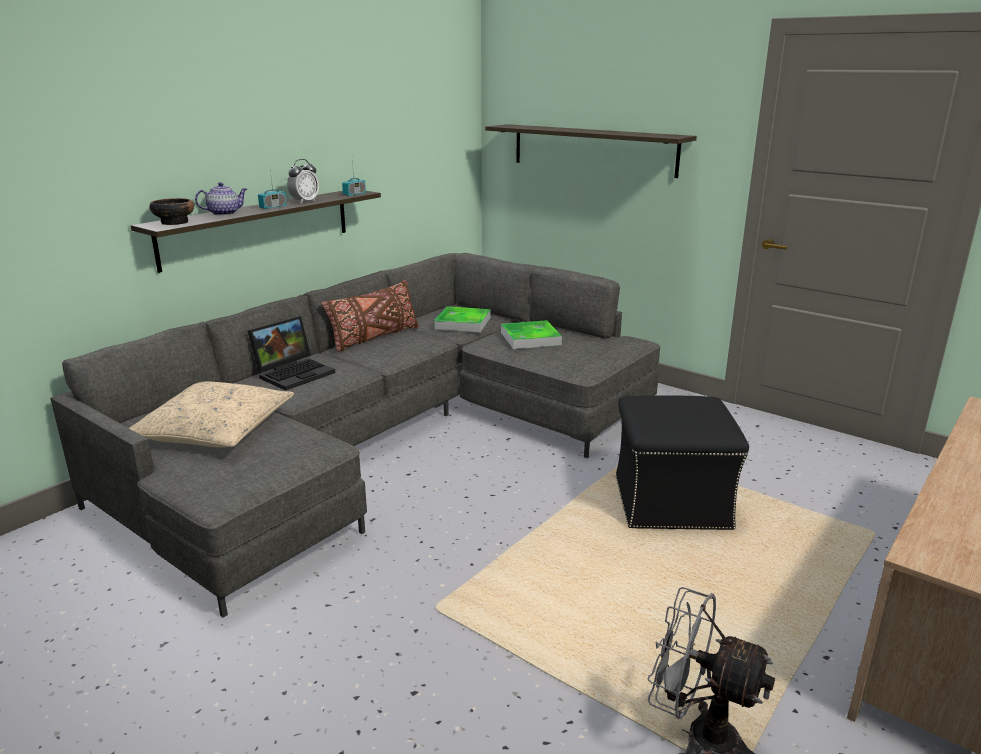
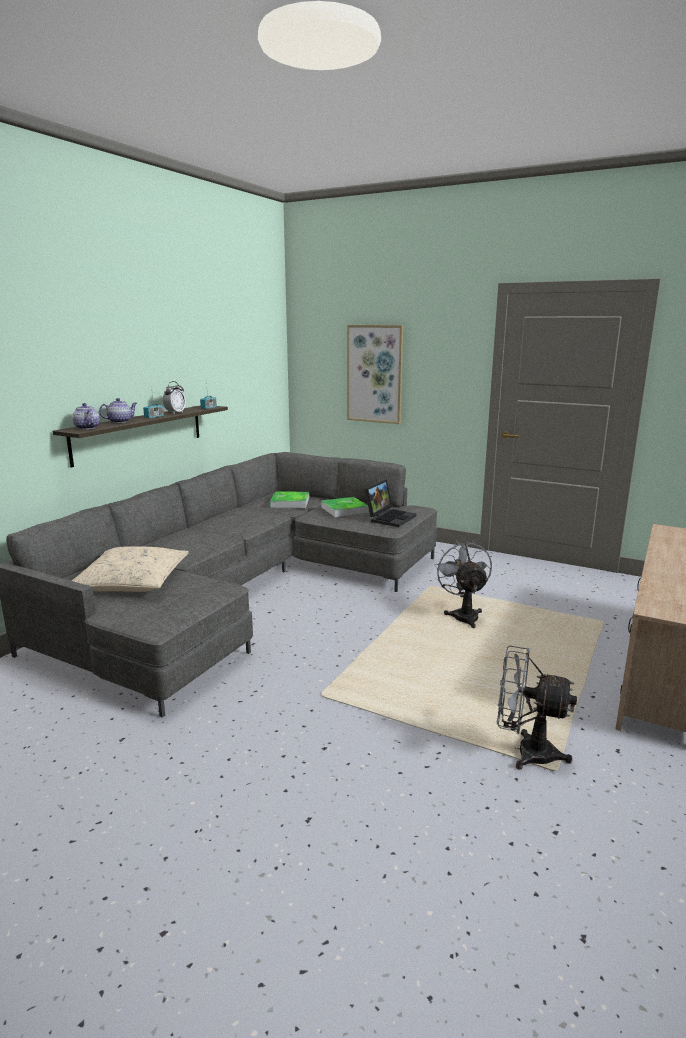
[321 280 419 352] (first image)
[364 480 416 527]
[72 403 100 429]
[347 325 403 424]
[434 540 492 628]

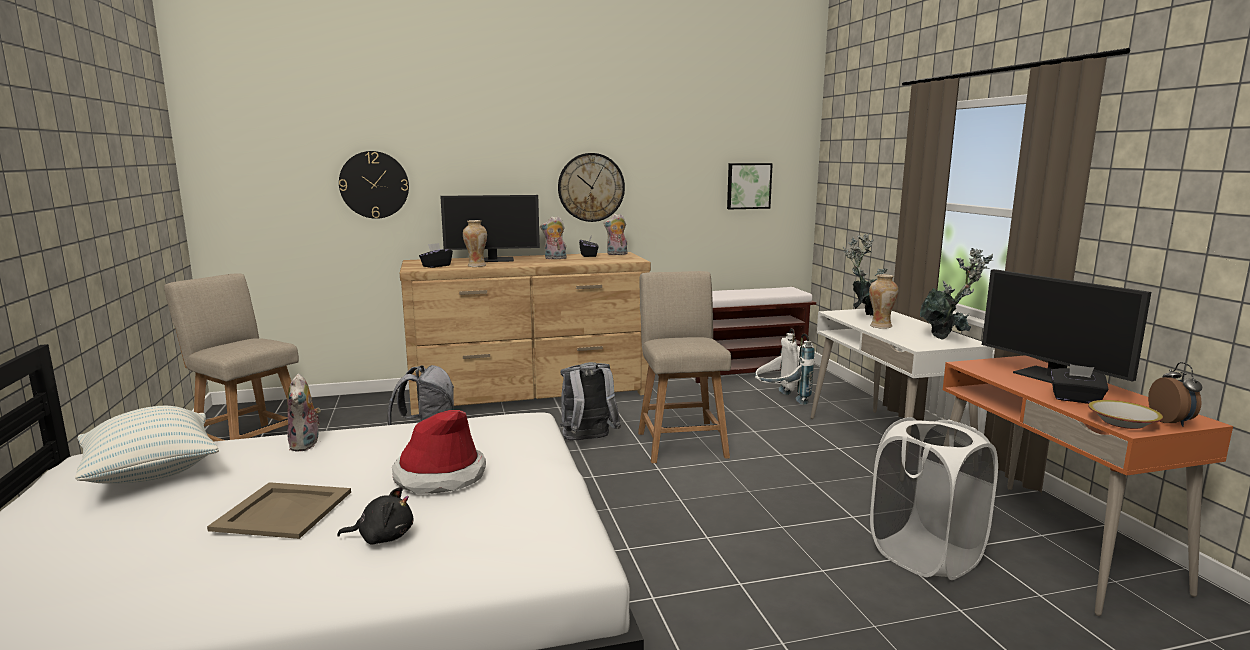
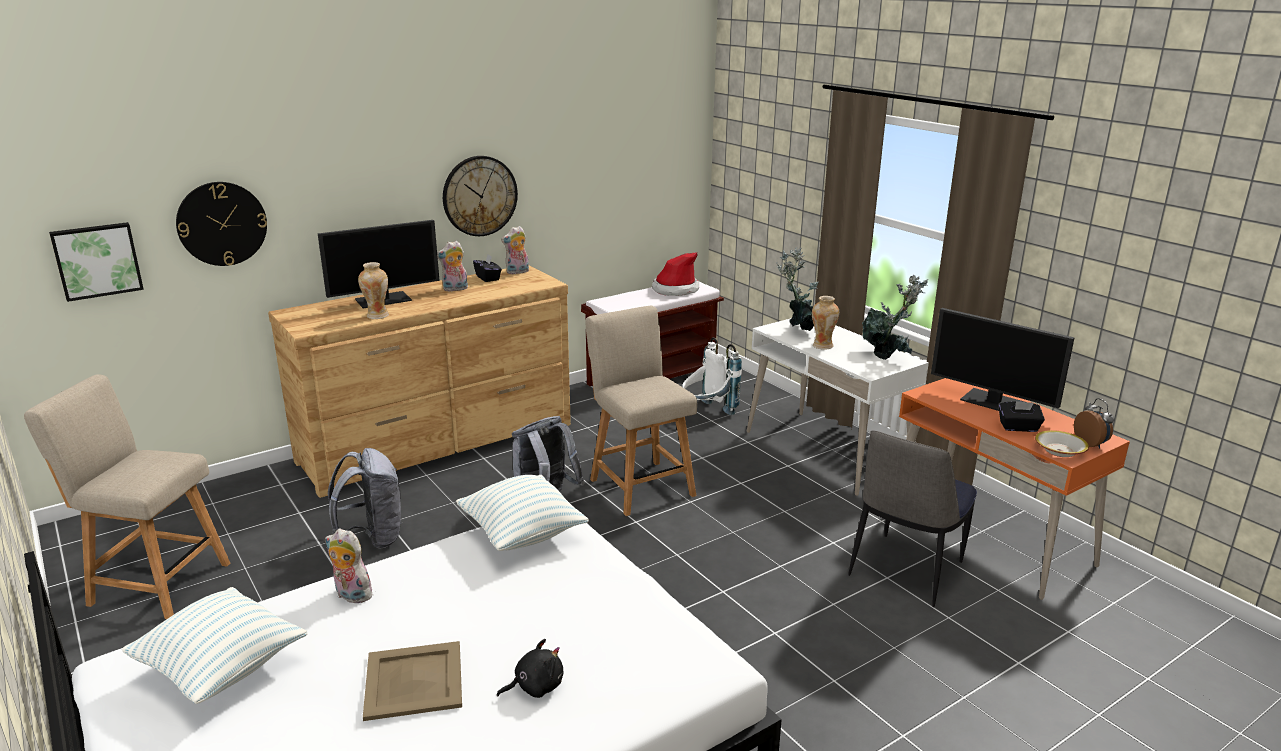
[419 243 453 268] (first image)
[456 475 589 551]
[652 252 699 296]
[49 222 144 302]
[848 430 977 607]
[325 529 372 605]

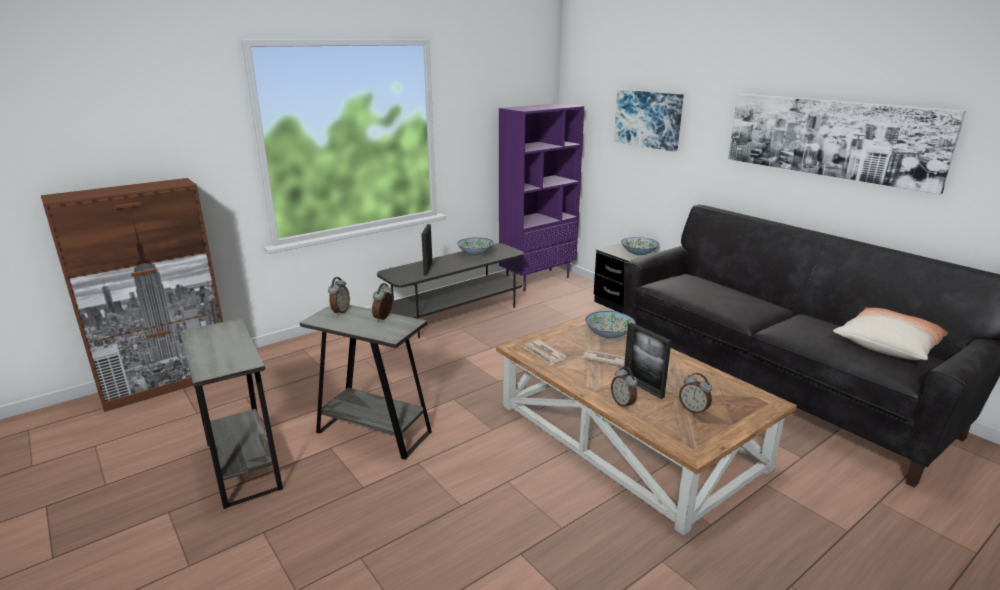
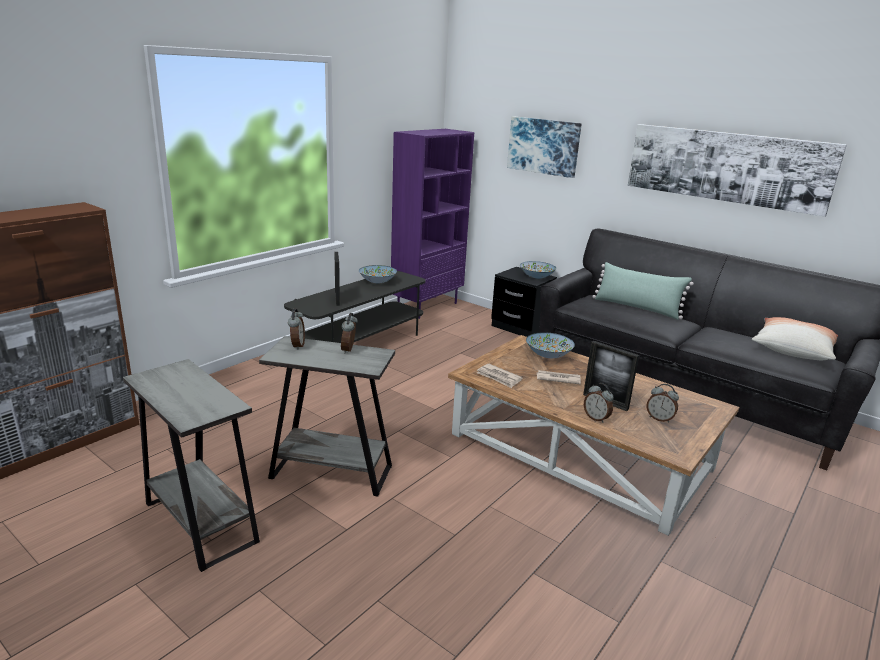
[592 262 694 320]

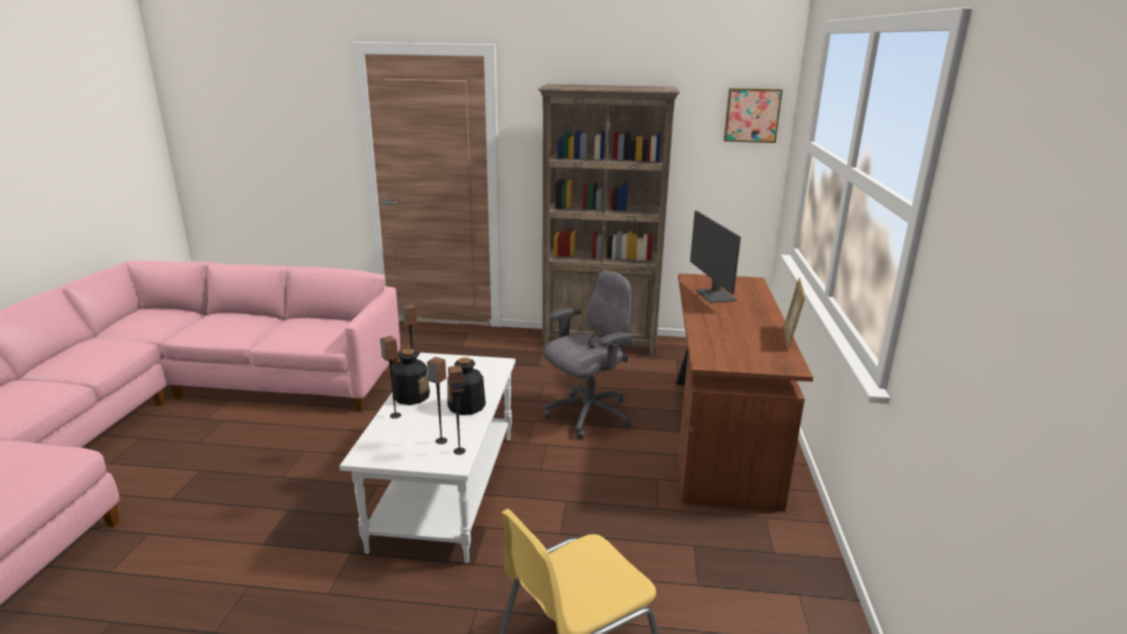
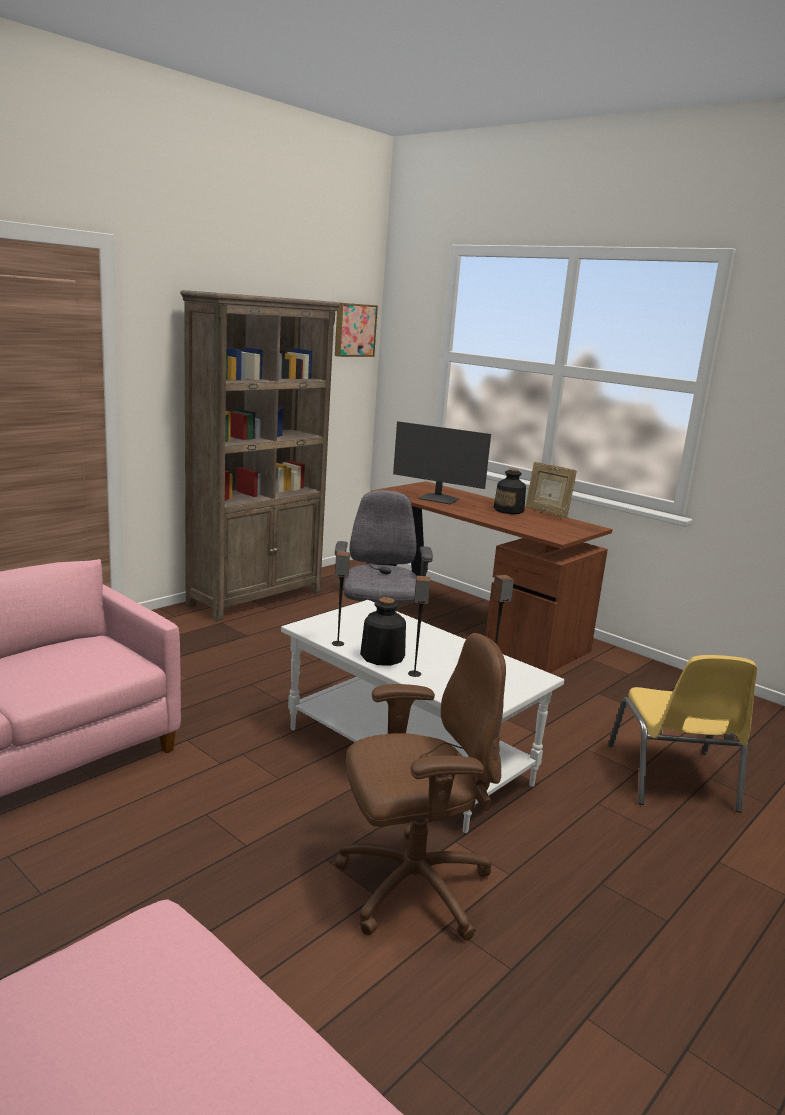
[448 366 466 455] (first image)
[335 633 506 940]
[494 469 526 514]

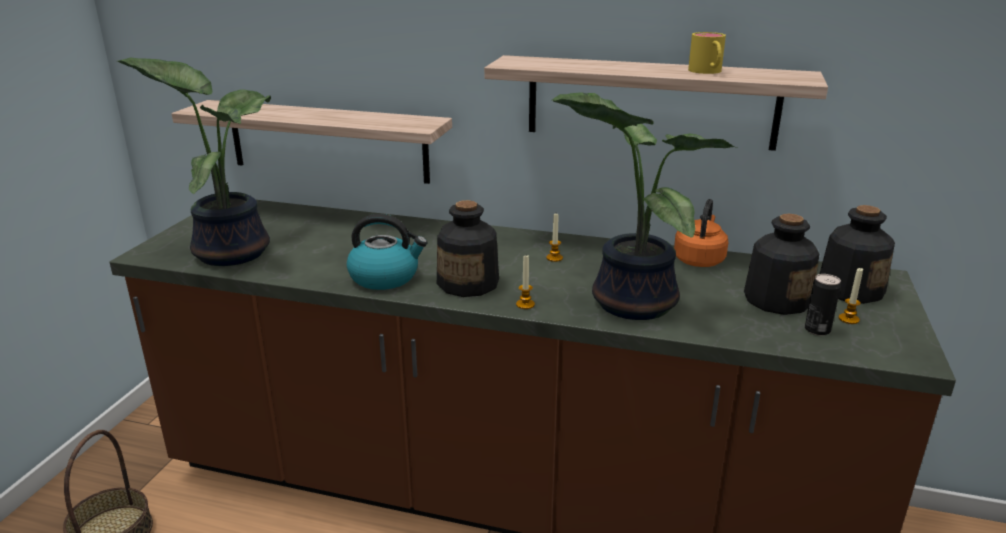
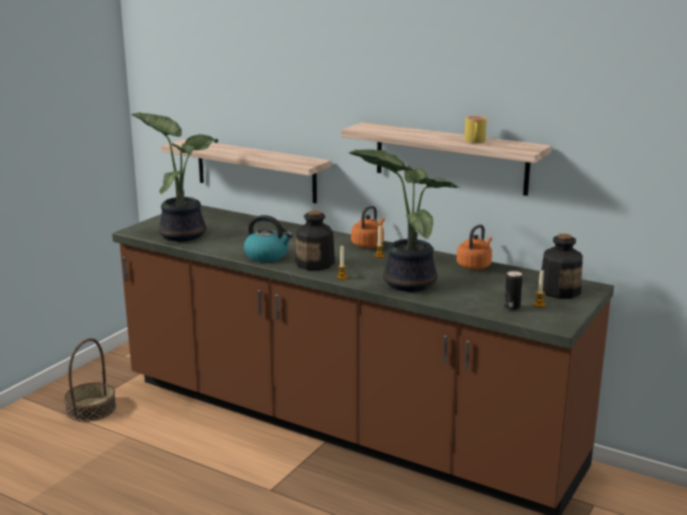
[744 214 819 315] (first image)
[351 206 385 248]

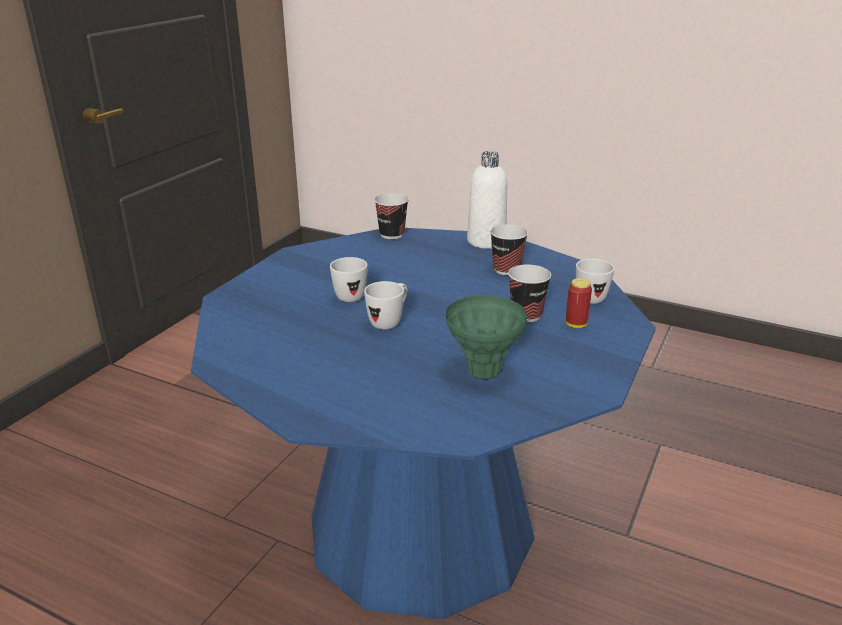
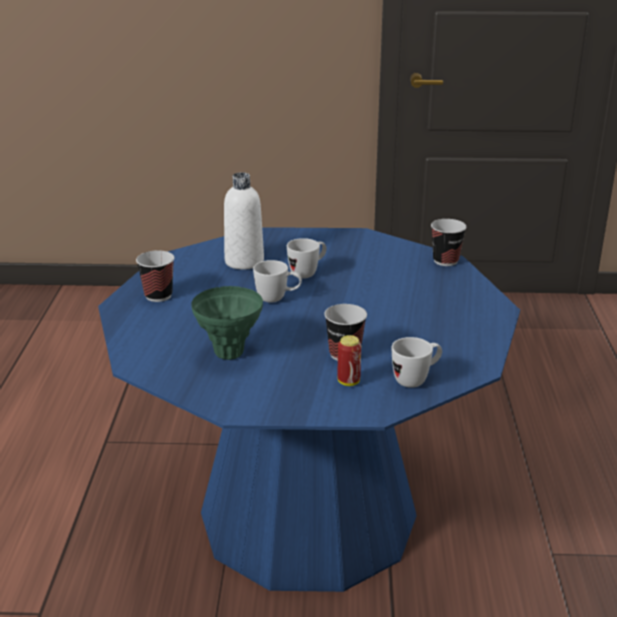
[224 172 264 270]
[136 250 175 302]

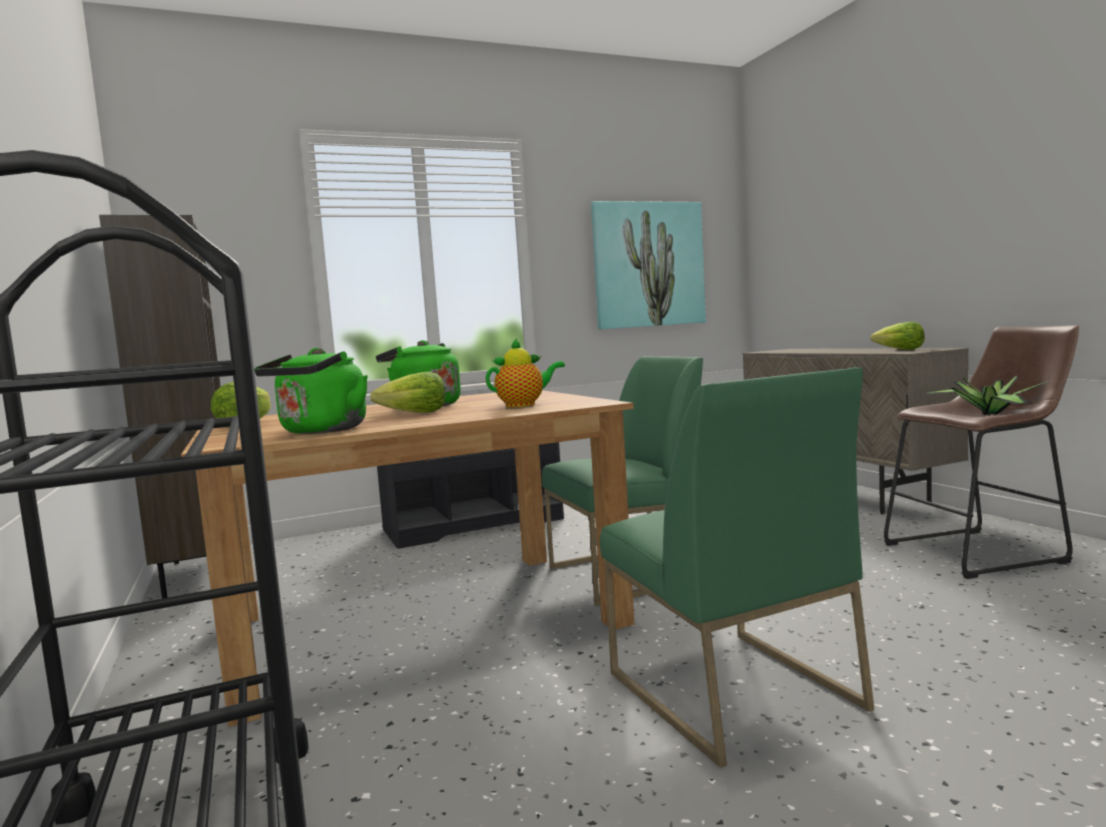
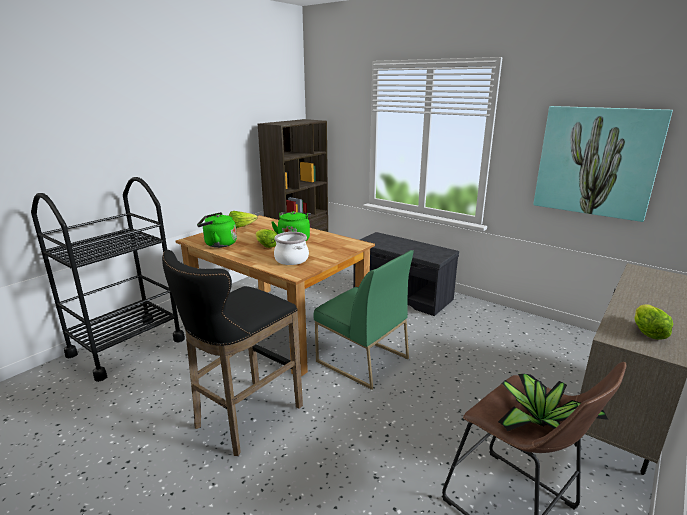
[274 232 309 265]
[162 250 303 456]

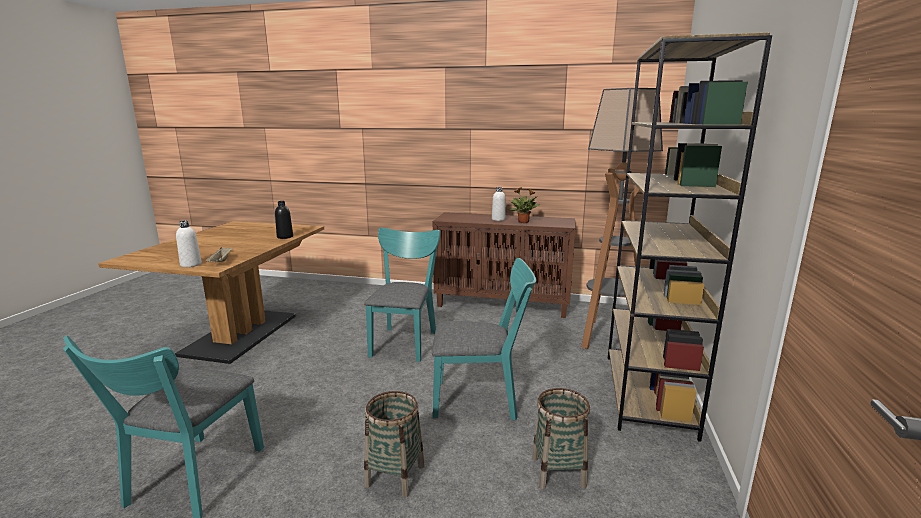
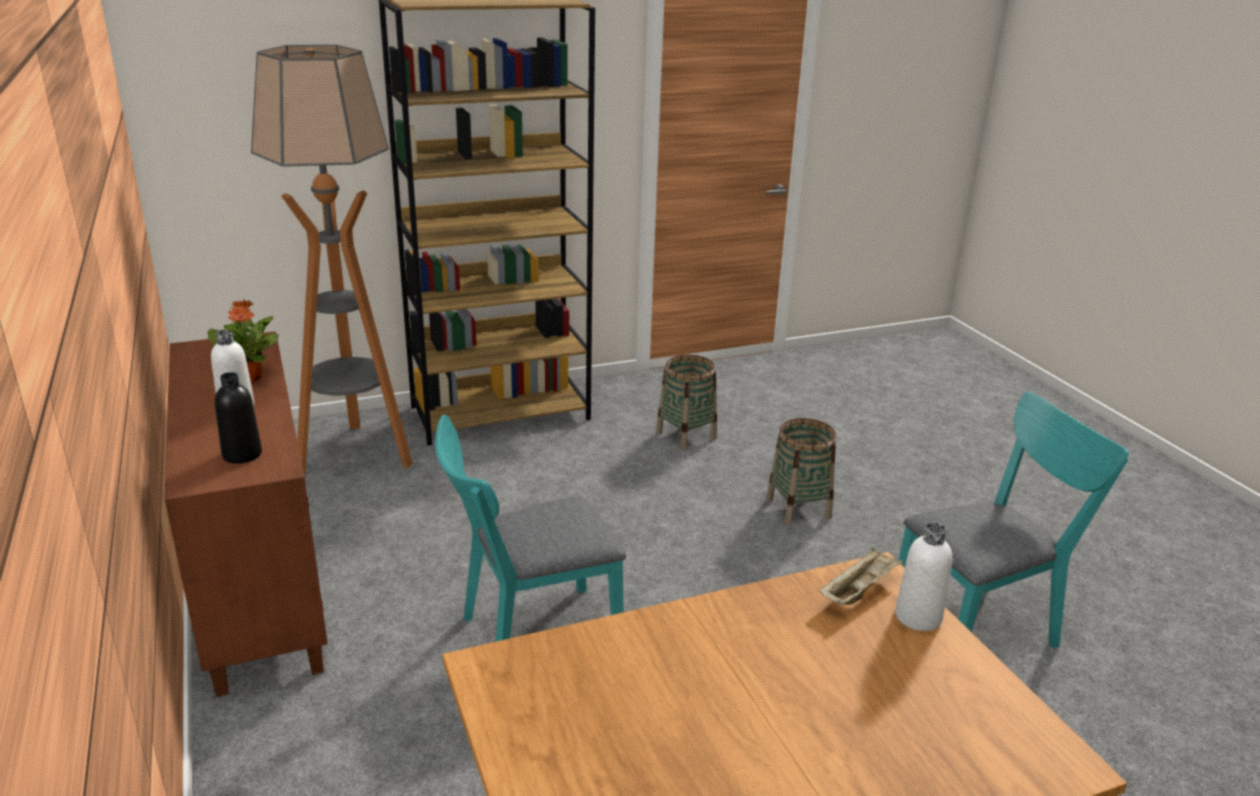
[432 258 536 421] (first image)
[215 372 262 464]

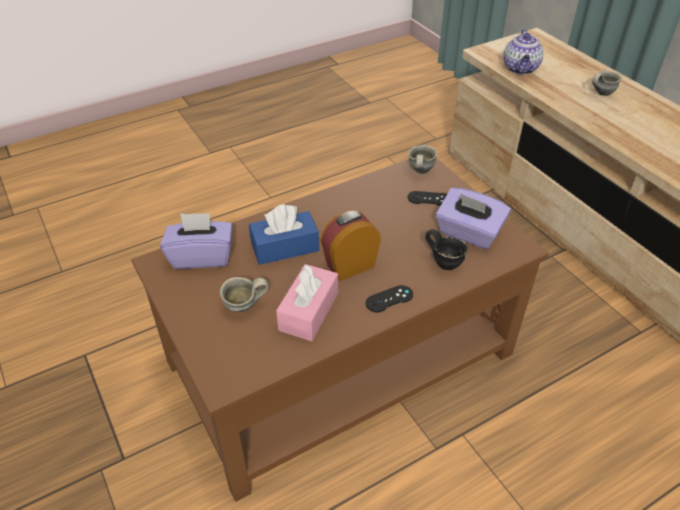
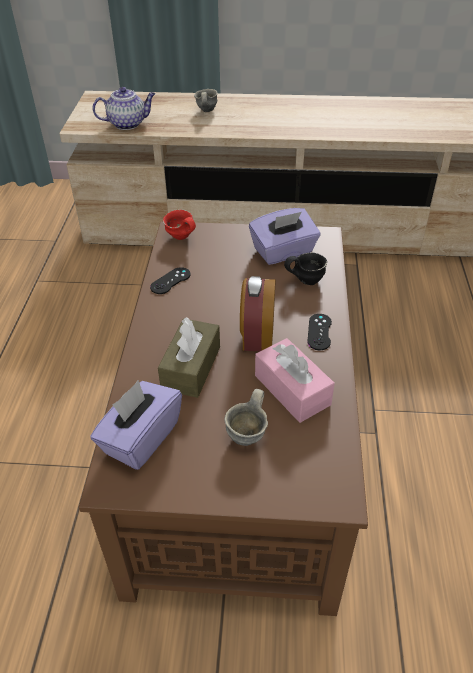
[150 267 191 294]
[158 317 220 398]
[163 209 196 240]
[92 87 155 130]

